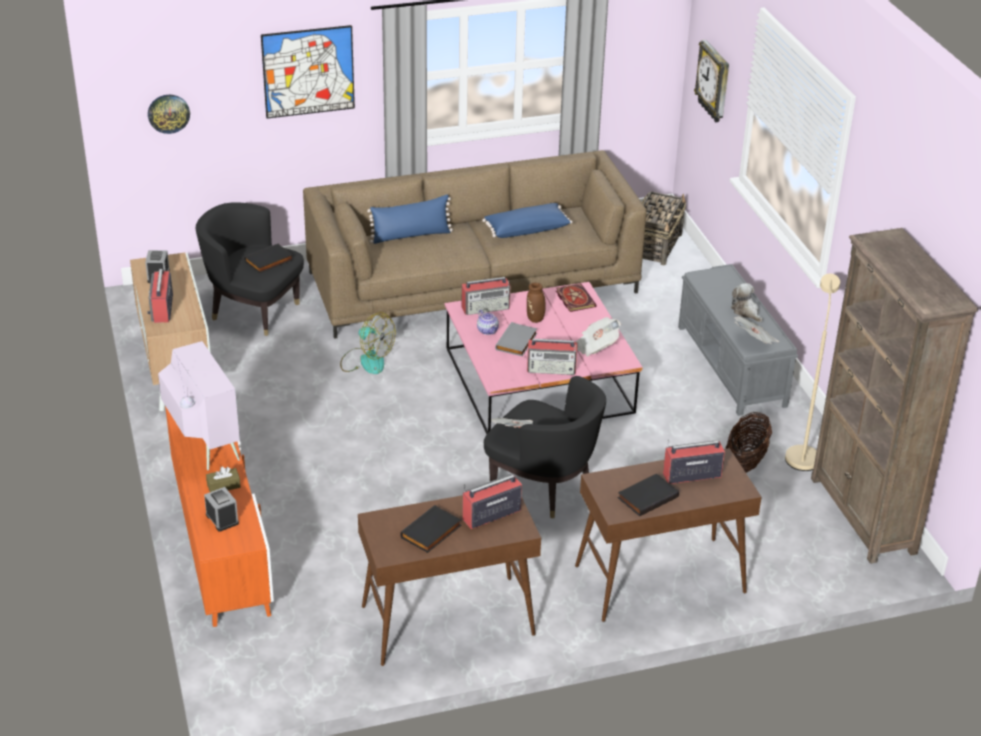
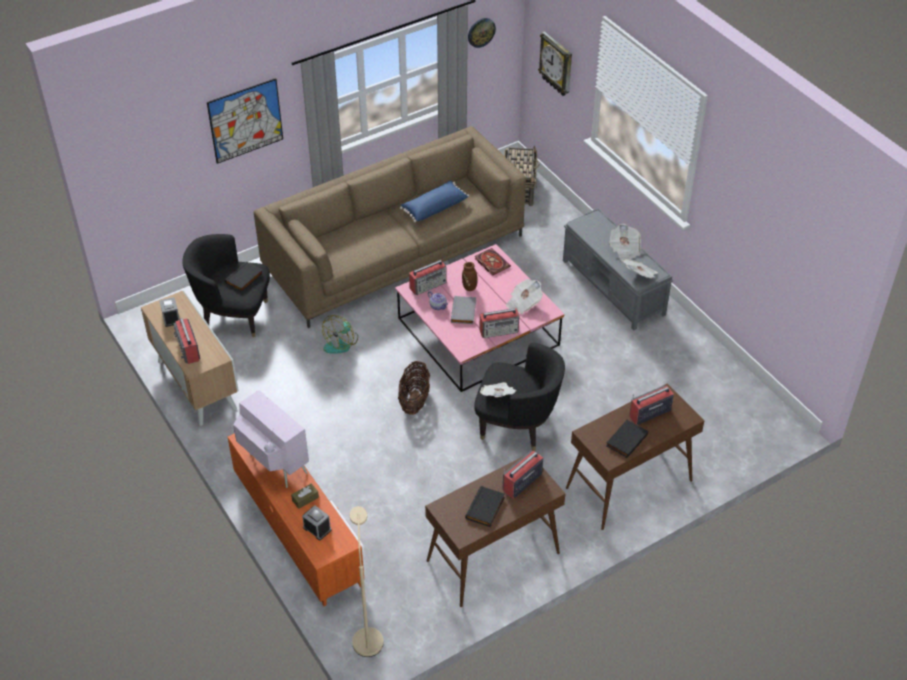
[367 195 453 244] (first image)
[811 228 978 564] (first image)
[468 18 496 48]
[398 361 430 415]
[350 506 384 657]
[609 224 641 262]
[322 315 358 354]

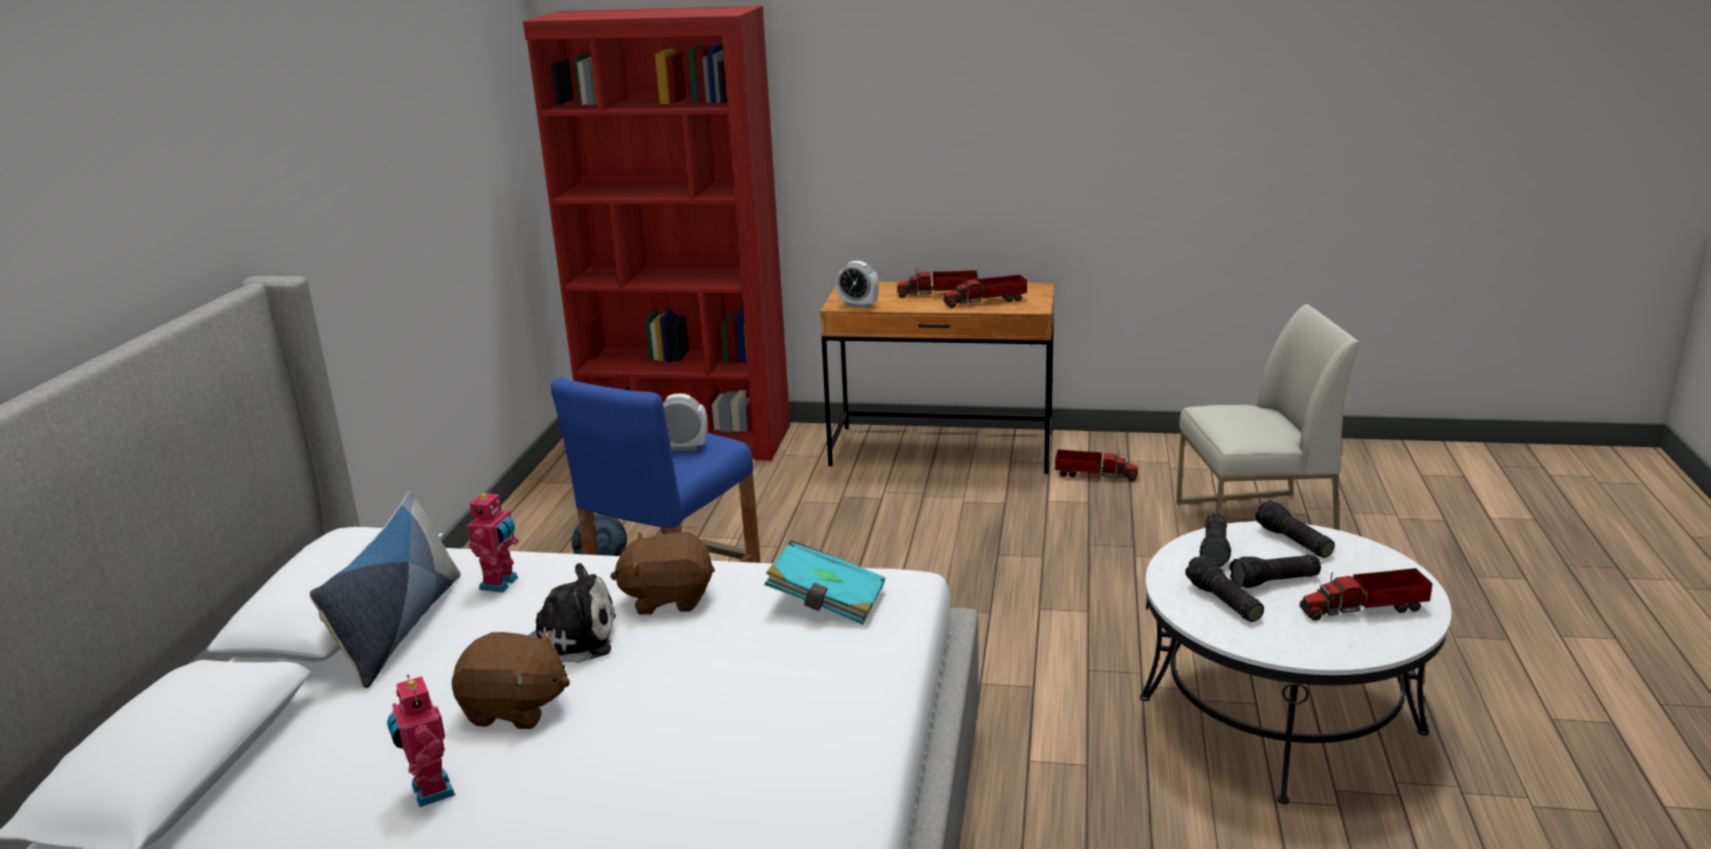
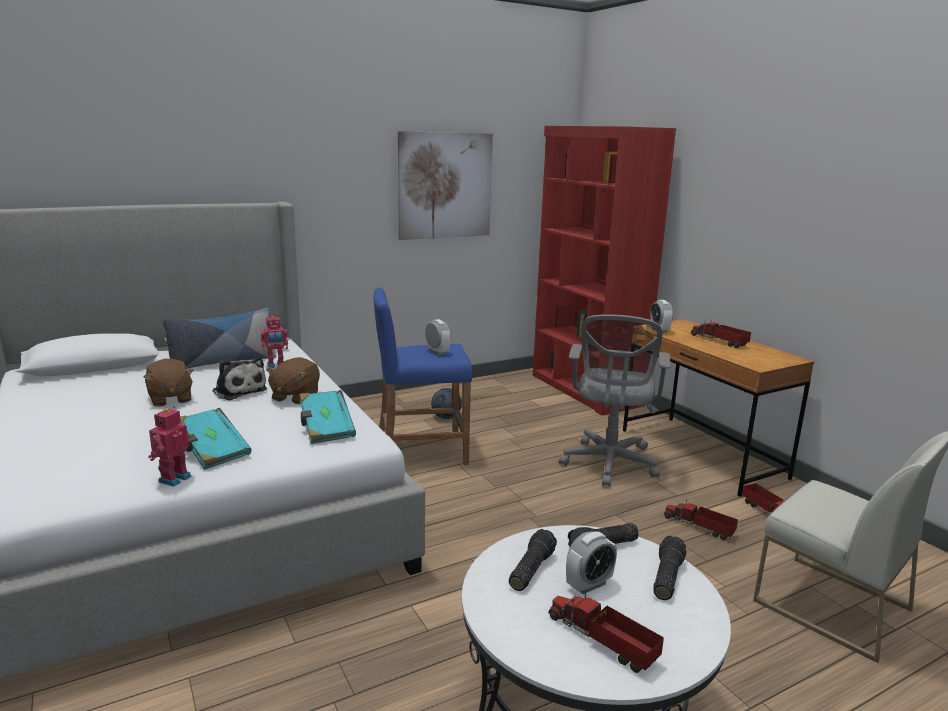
[180 408 252 470]
[398 131 493 240]
[559 314 670 487]
[149 406 192 487]
[664 500 738 540]
[566 531 617 594]
[266 357 320 404]

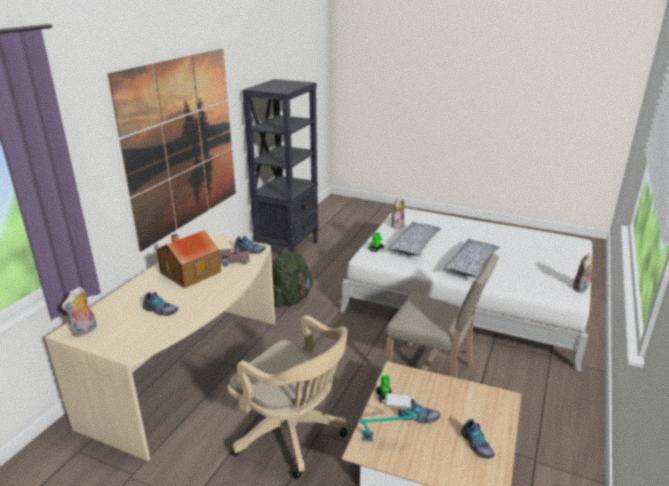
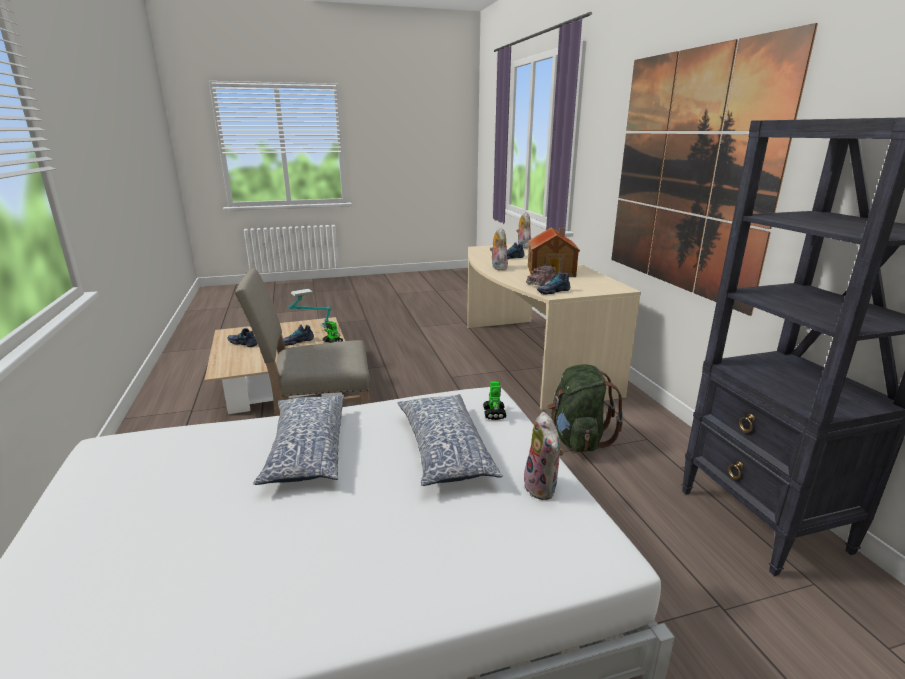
[228 315 348 479] (first image)
[490 227 508 270]

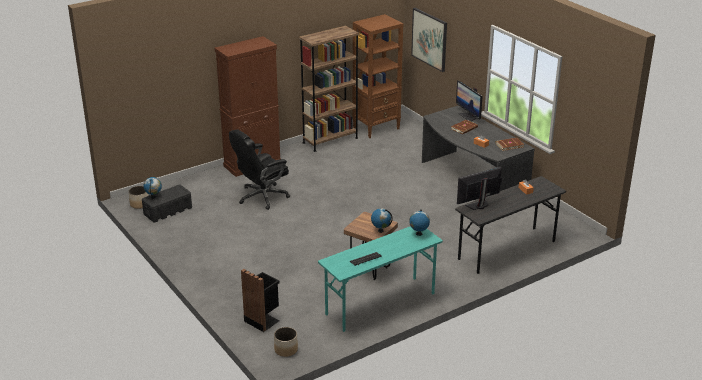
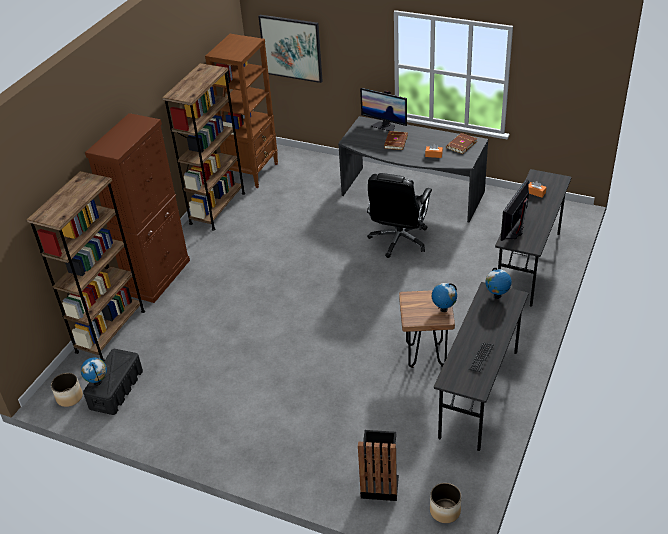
[27 171 145 361]
[367 173 432 258]
[434 282 528 451]

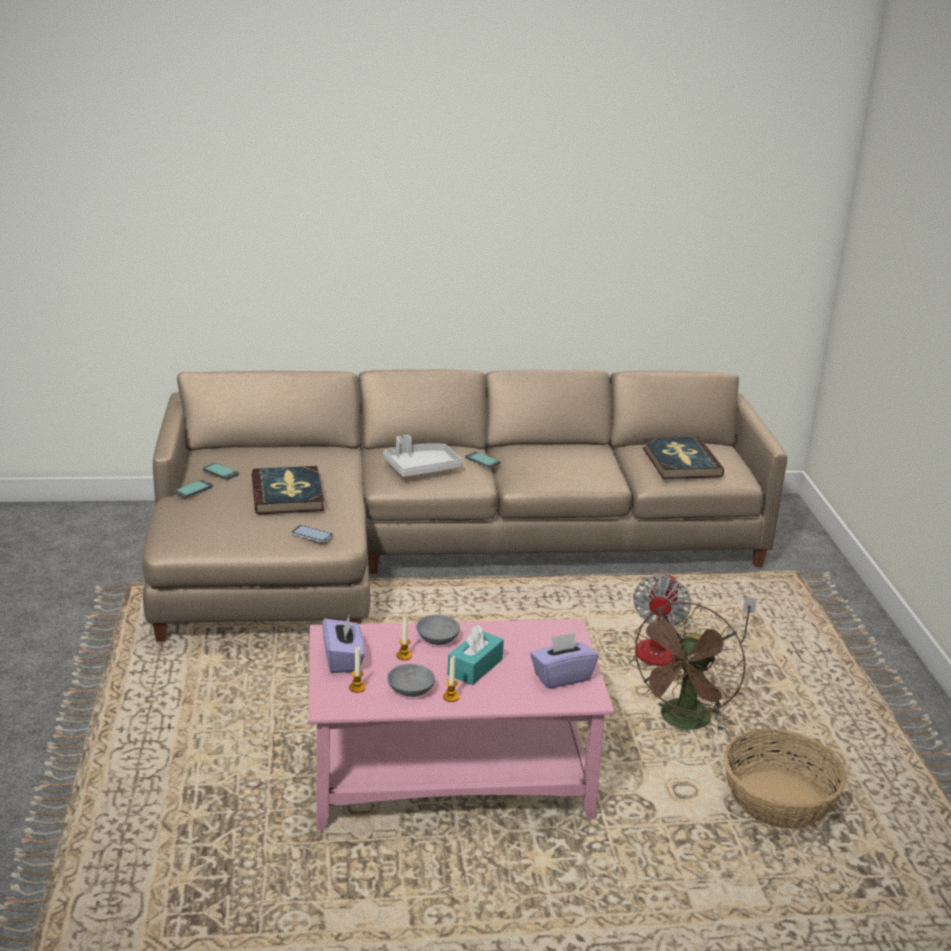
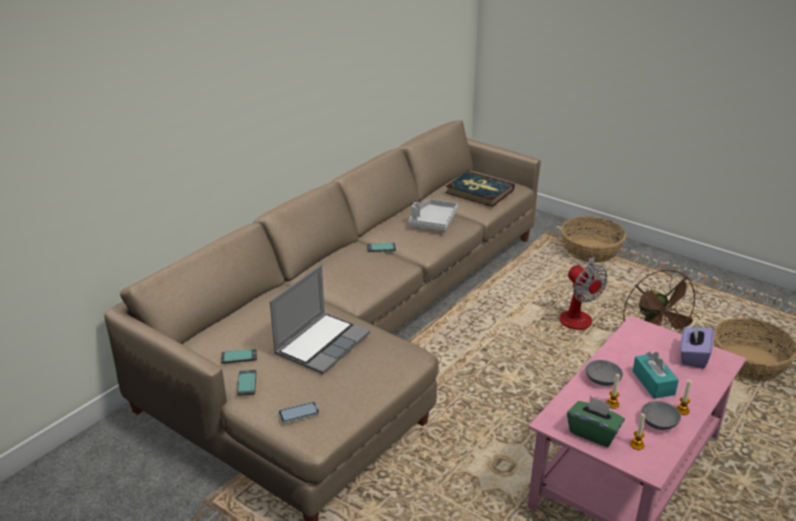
[561 216 626 263]
[279 402 319 423]
[408 199 458 231]
[270 265 370 374]
[567 396 625 447]

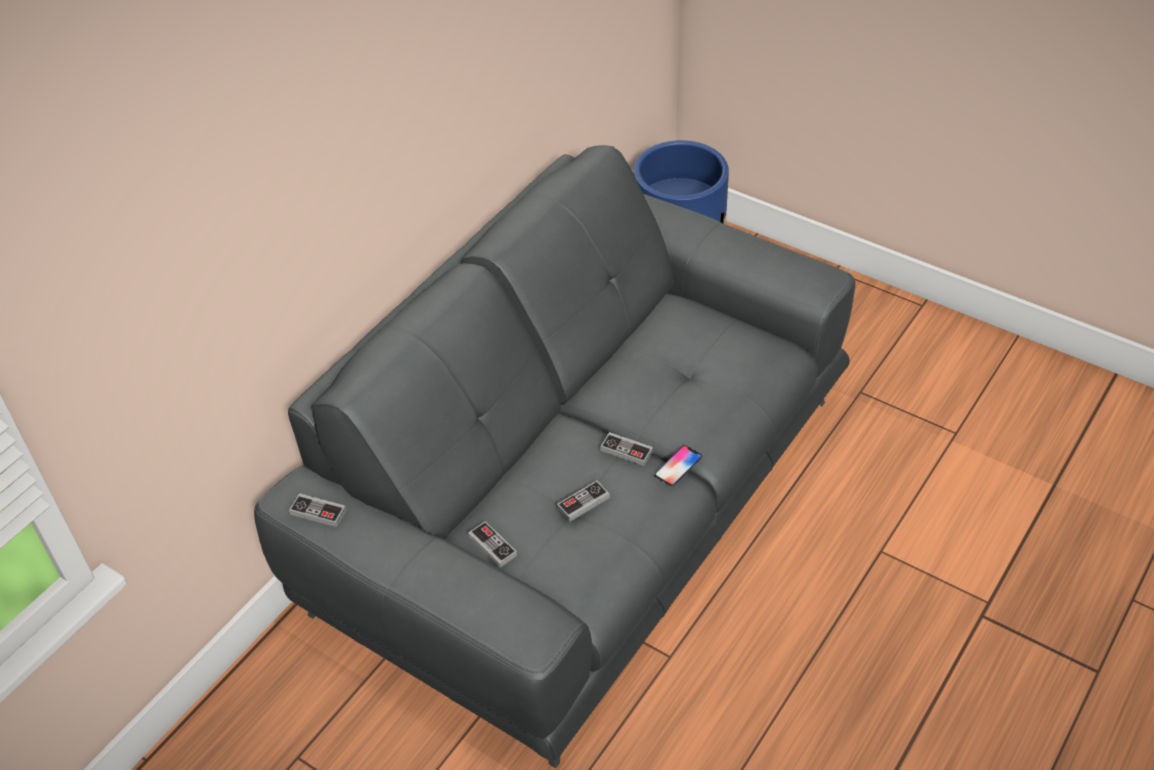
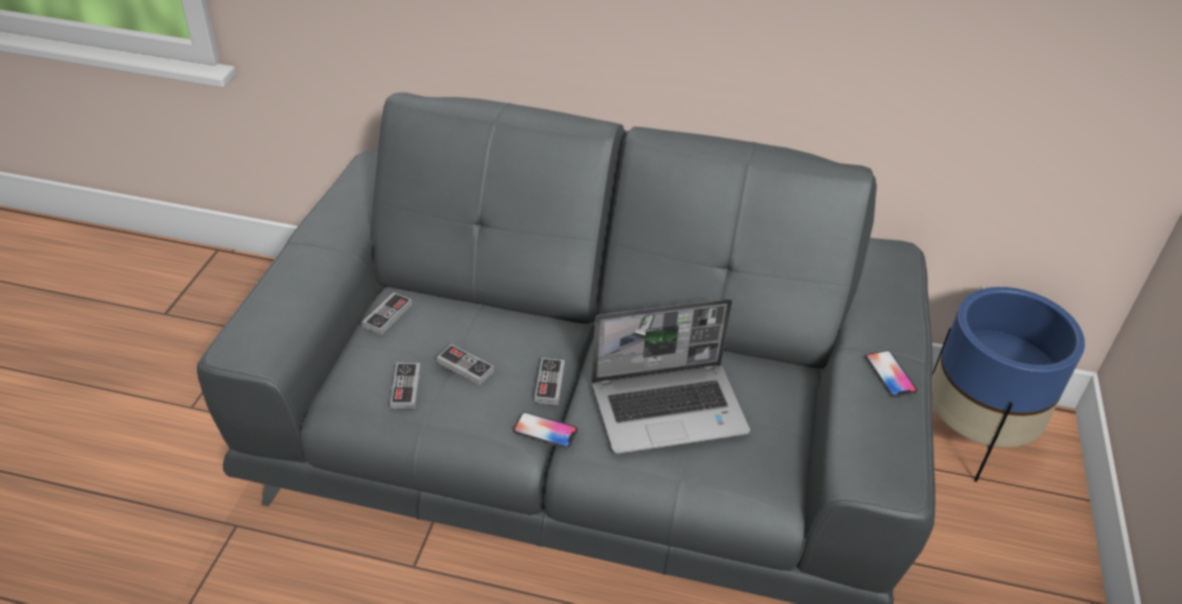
[591 299 750 454]
[865 350 917 397]
[390 363 421 409]

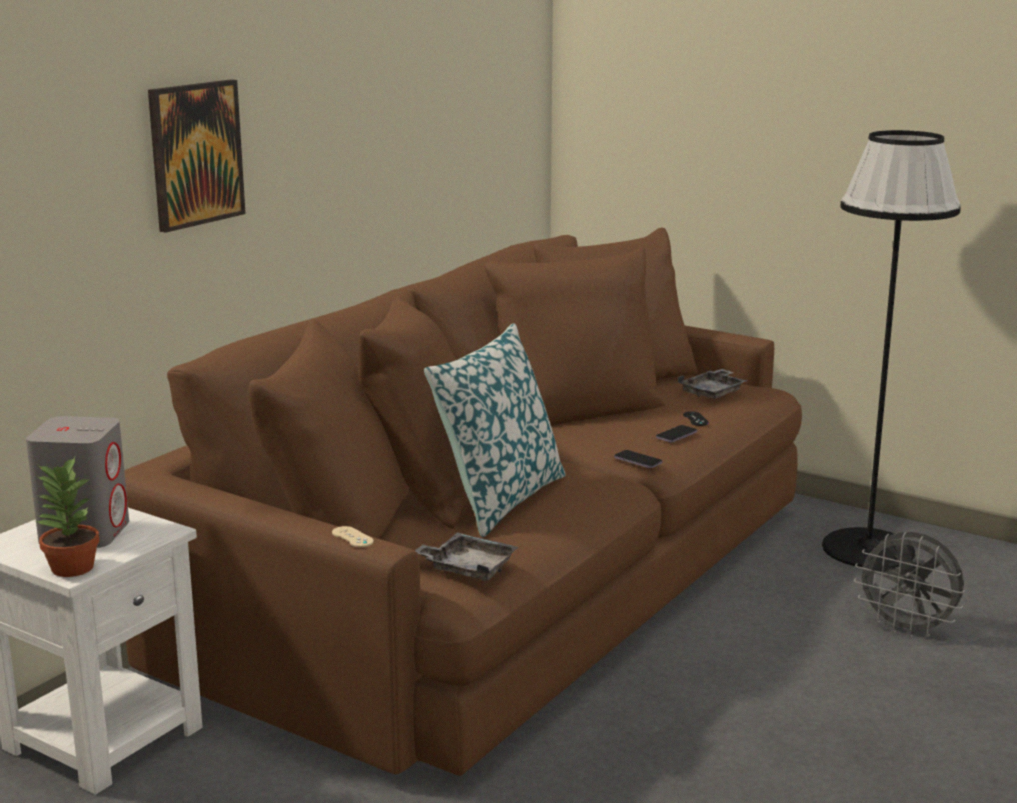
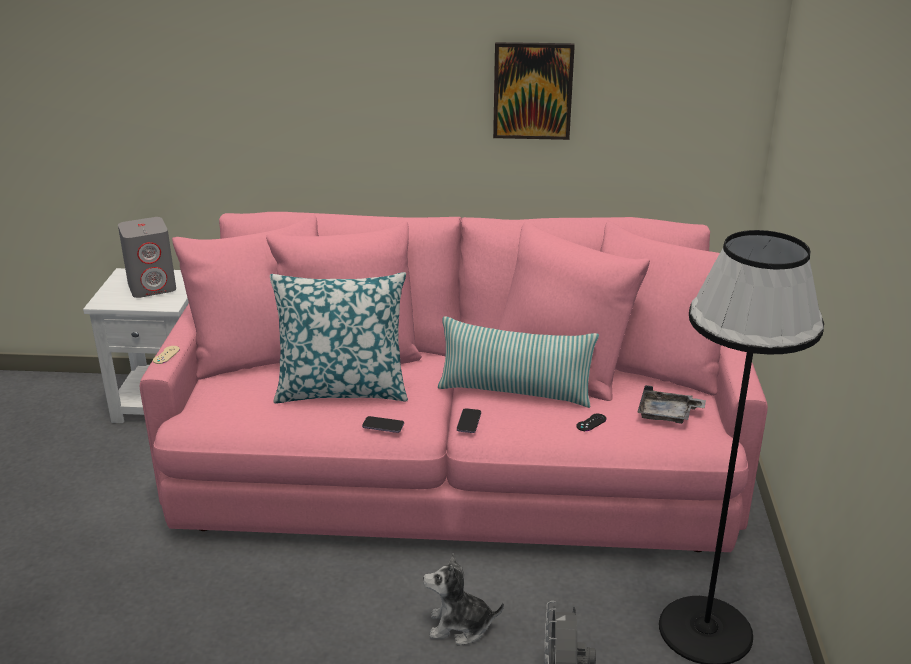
[35 457 99 577] (first image)
[415 532 518 581] (first image)
[423 553 504 645]
[438 316 599 408]
[493 42 575 140]
[362 416 404 433]
[140 212 768 552]

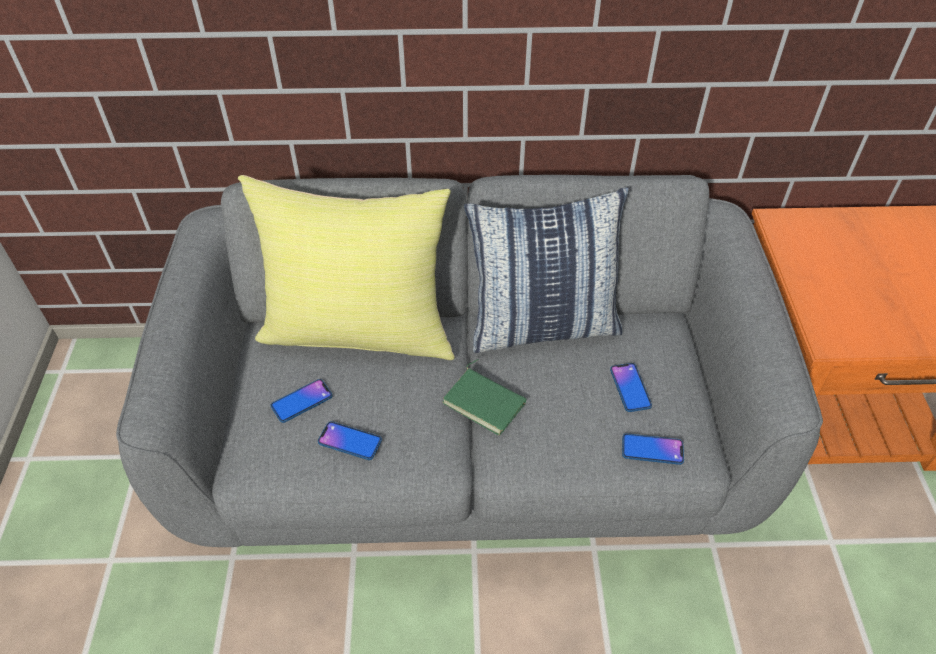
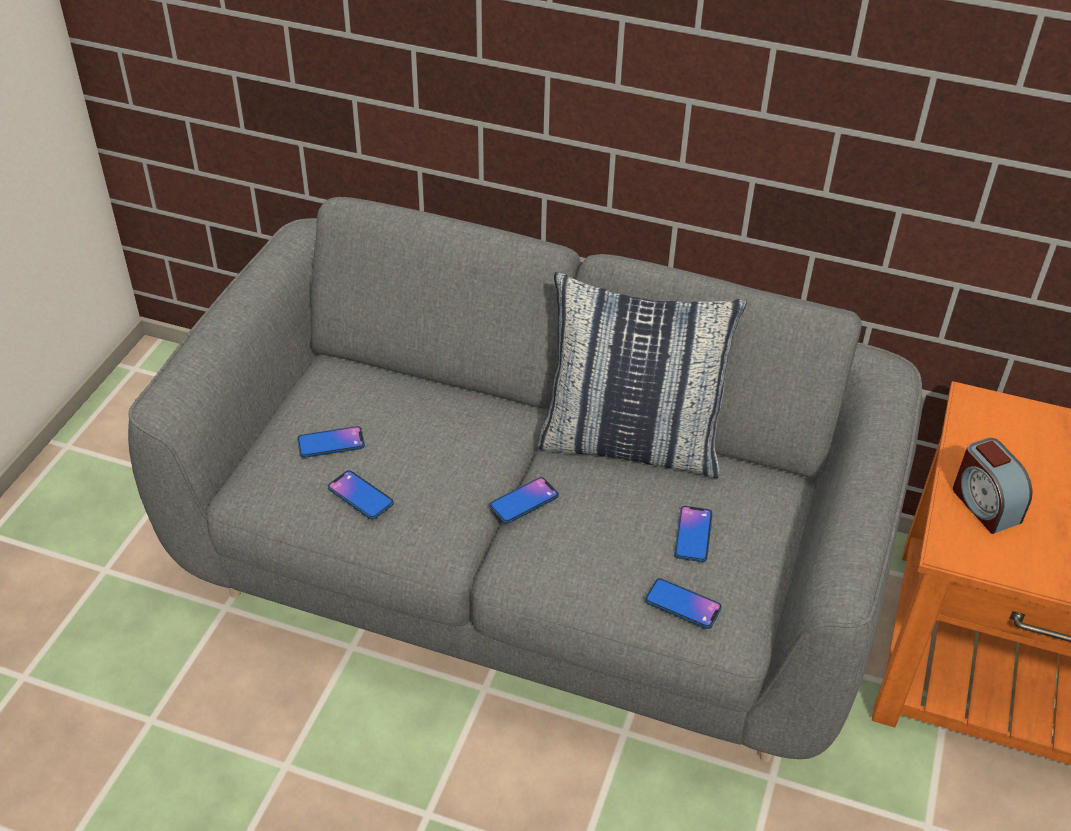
[238 175 455 360] (first image)
[953 438 1032 534]
[489 477 559 524]

